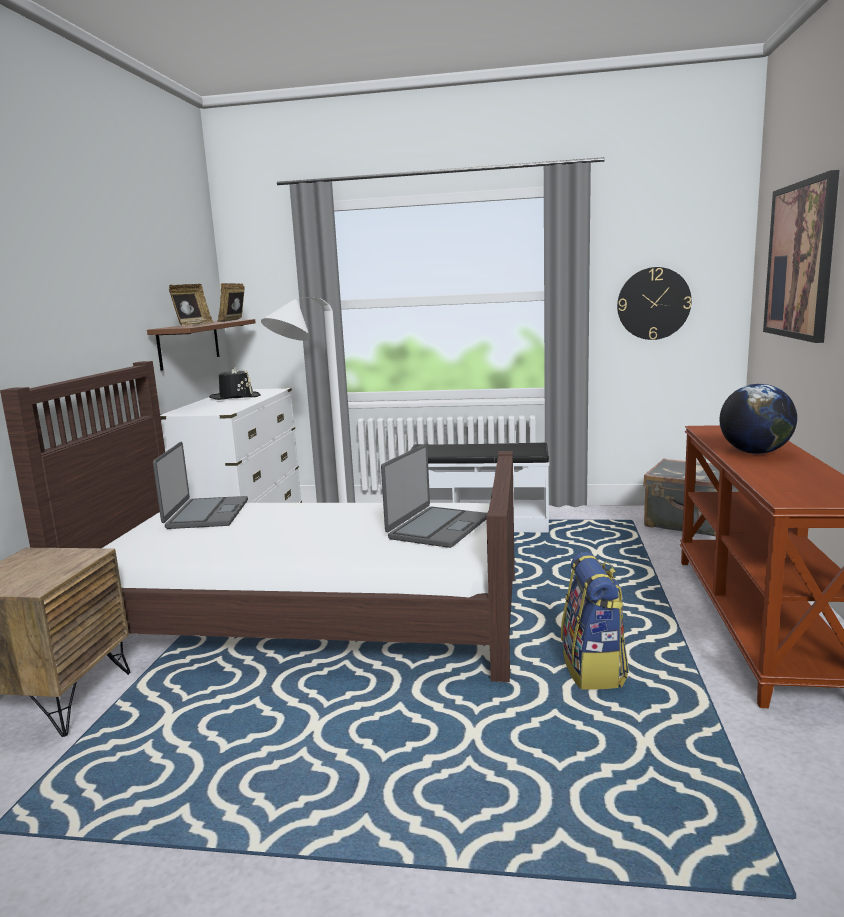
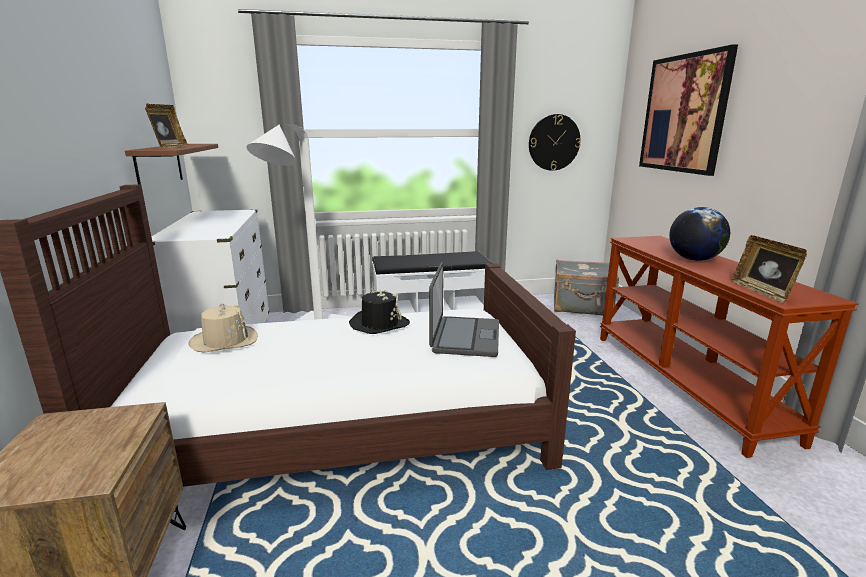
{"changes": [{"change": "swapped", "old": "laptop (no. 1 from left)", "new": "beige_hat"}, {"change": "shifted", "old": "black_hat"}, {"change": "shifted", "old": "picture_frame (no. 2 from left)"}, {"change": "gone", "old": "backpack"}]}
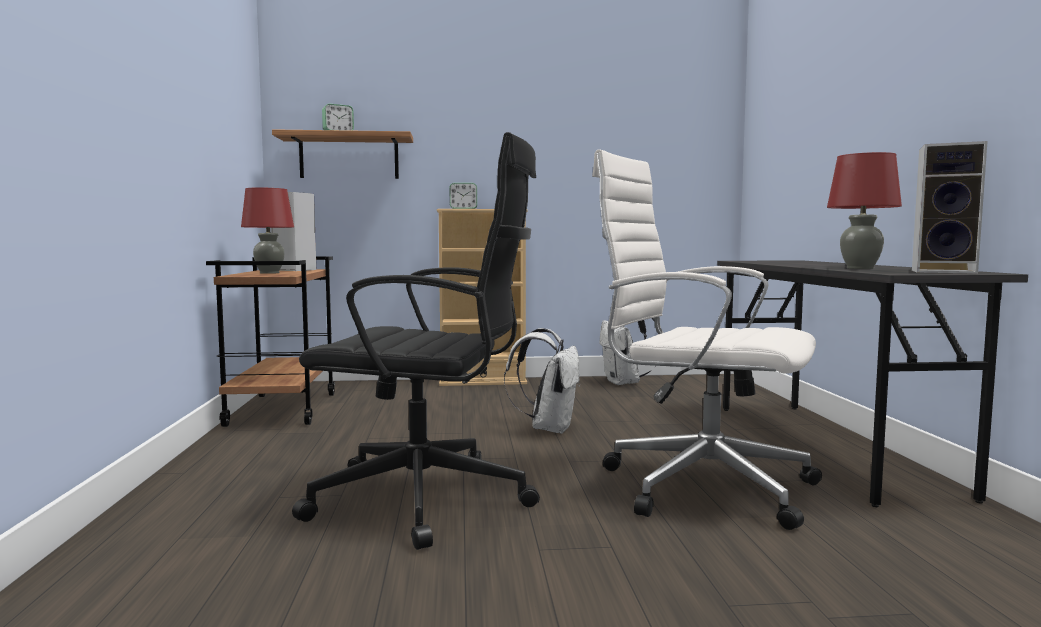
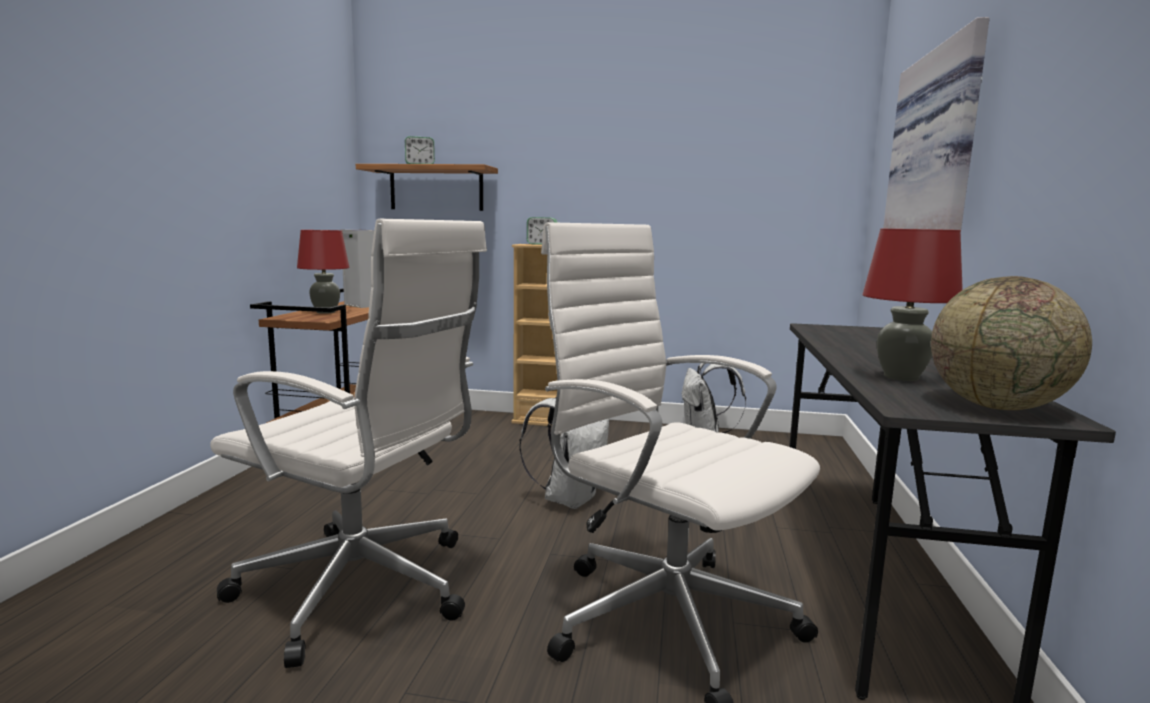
{"changes": [{"change": "repainted", "old": "black_office_chair", "new": "white_office_chair (no. 1 from left)"}, {"change": "new", "new": "picture"}, {"change": "swapped", "old": "speaker (no. 2 from left)", "new": "globe"}]}
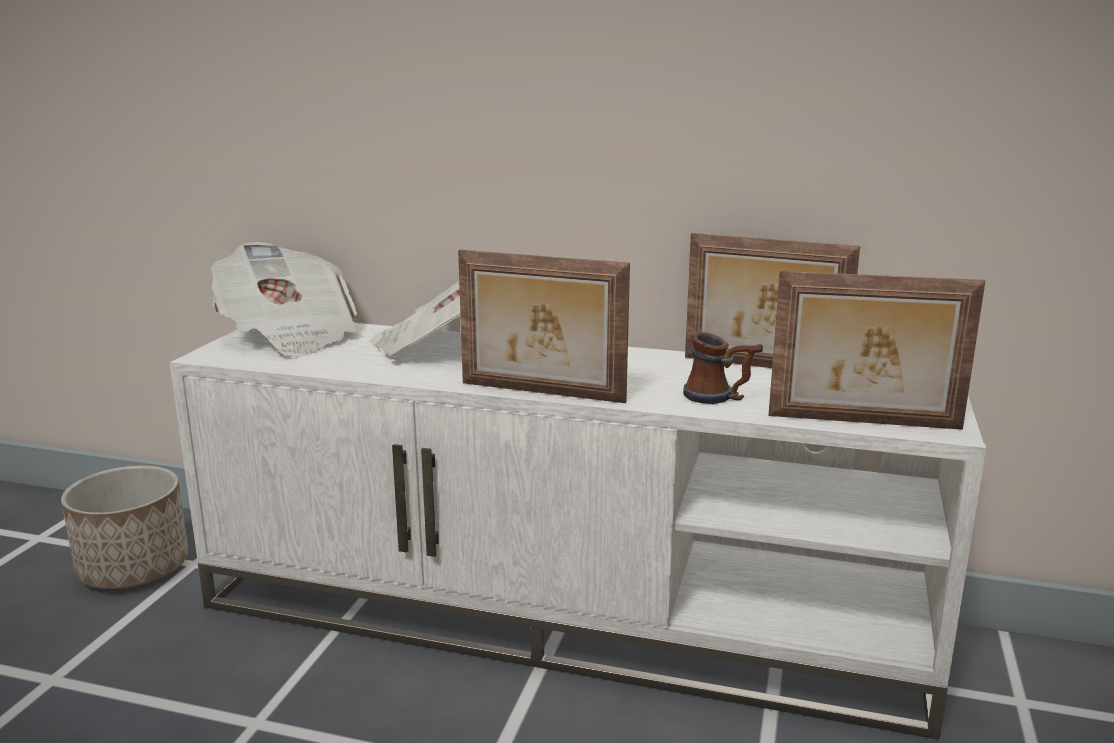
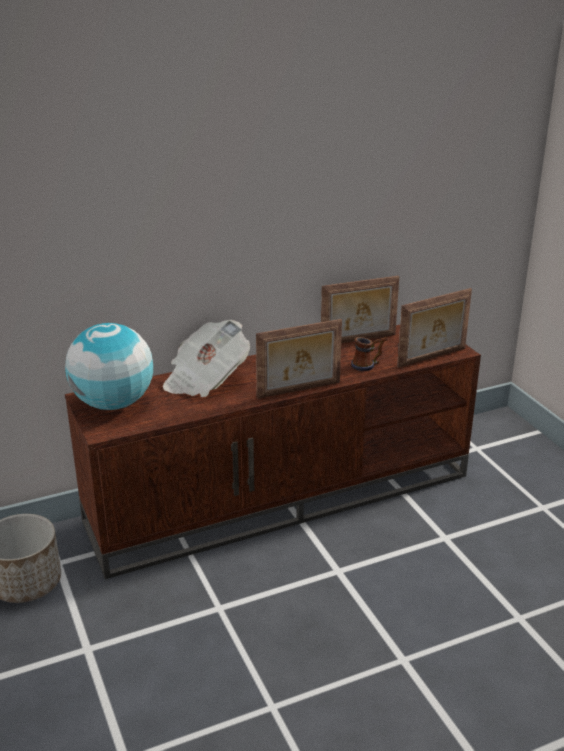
{"changes": [{"change": "swapped", "old": "newspaper (no. 1 from left)", "new": "globe"}, {"change": "repainted", "old": "white_tv_stand", "new": "brown_tv_stand"}]}
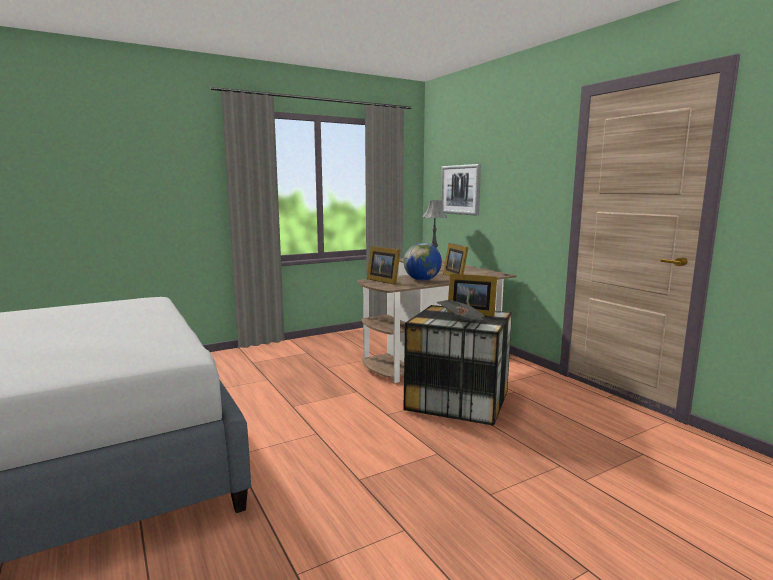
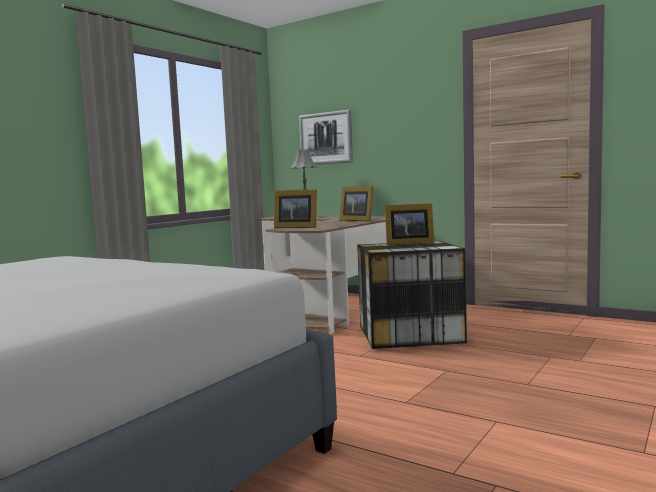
{"changes": [{"change": "gone", "old": "globe"}, {"change": "gone", "old": "newspaper"}]}
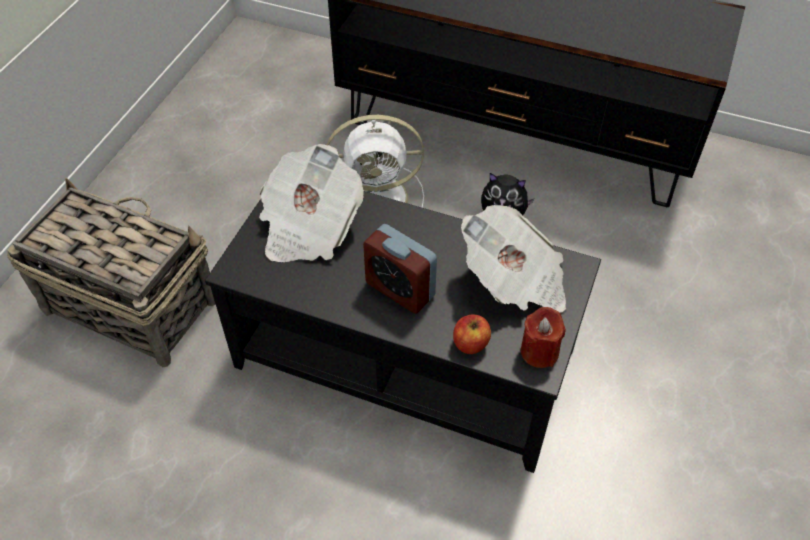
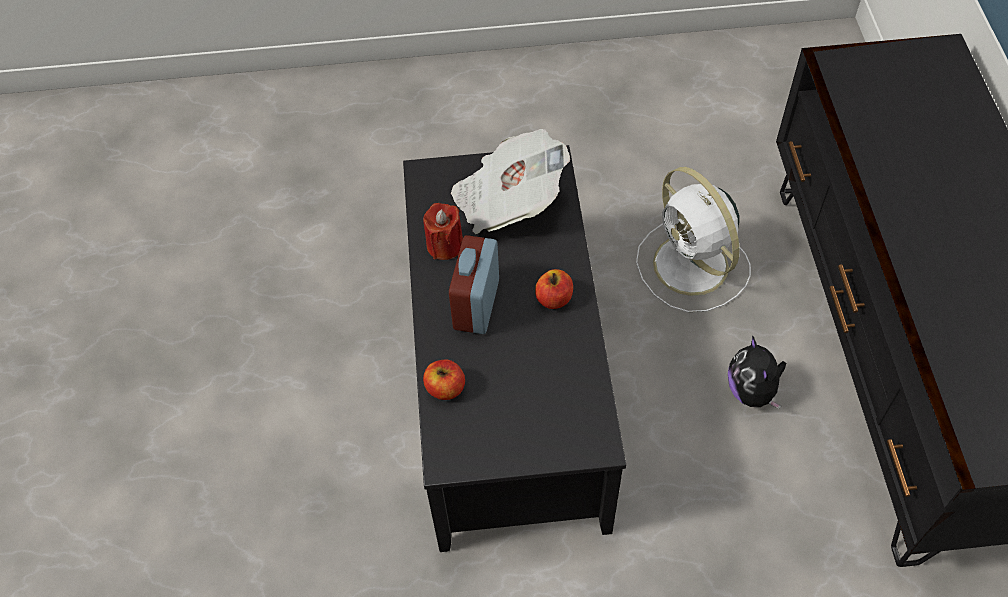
{"changes": [{"change": "shifted", "old": "red_candle"}, {"change": "new", "new": "apple (no. 2 from left)"}, {"change": "gone", "old": "basket"}, {"change": "gone", "old": "newspaper (no. 2 from left)"}]}
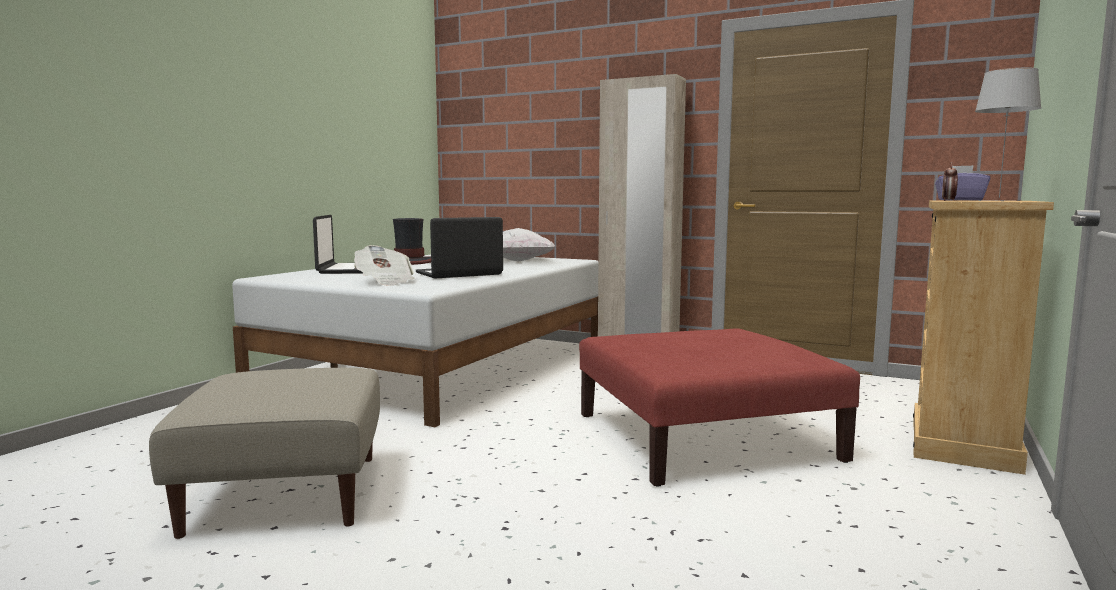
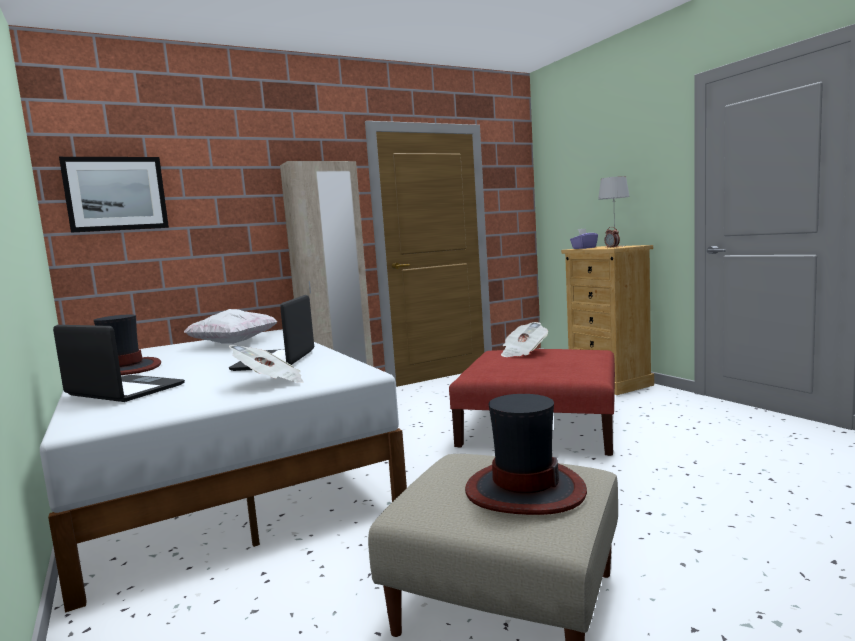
{"changes": [{"change": "new", "new": "picture"}, {"change": "new", "new": "hat (no. 2 from left)"}, {"change": "new", "new": "newspaper (no. 2 from left)"}]}
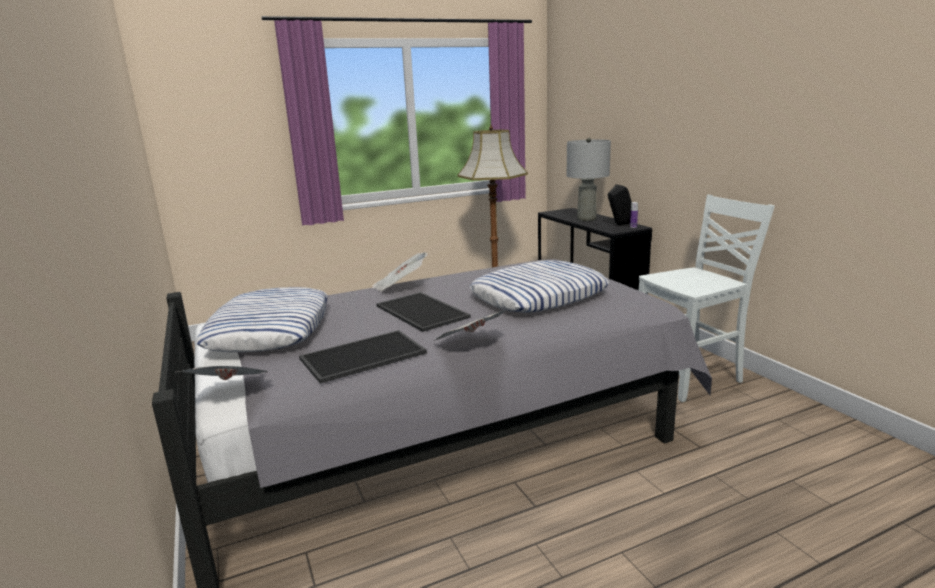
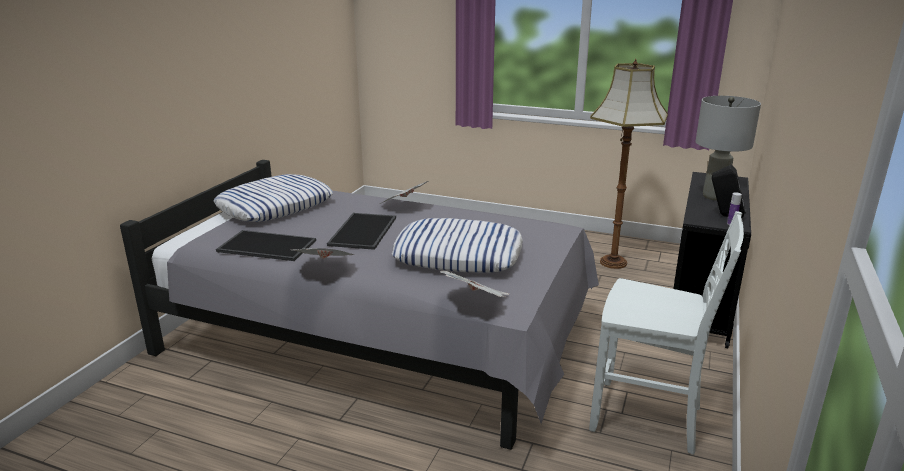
{"changes": [{"change": "shifted", "old": "newspaper (no. 1 from left in the first image)", "new": "newspaper (no. 3 from left)"}]}
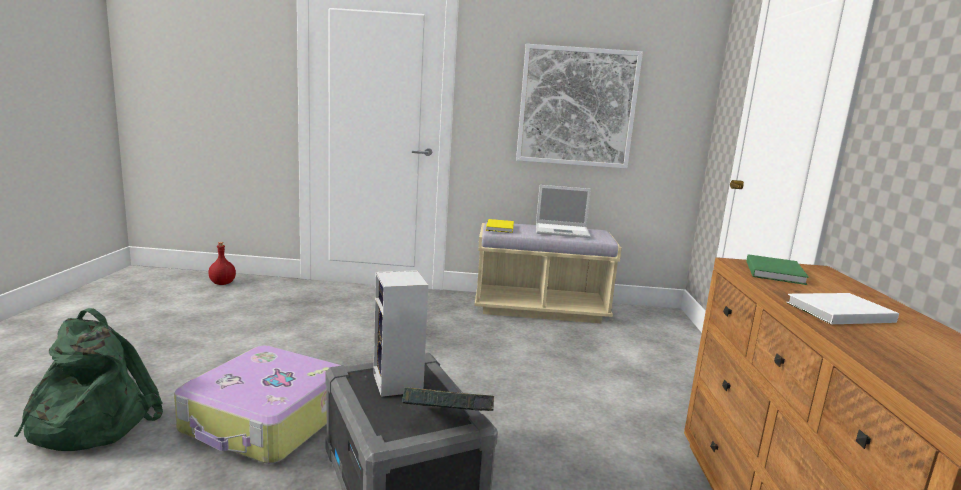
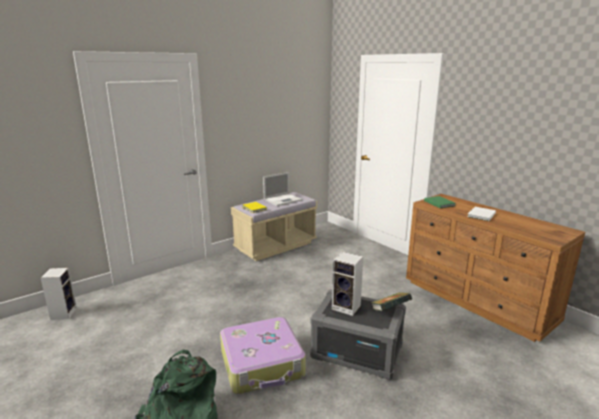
{"changes": [{"change": "swapped", "old": "red_bottle", "new": "speaker (no. 1 from left)"}, {"change": "gone", "old": "picture"}]}
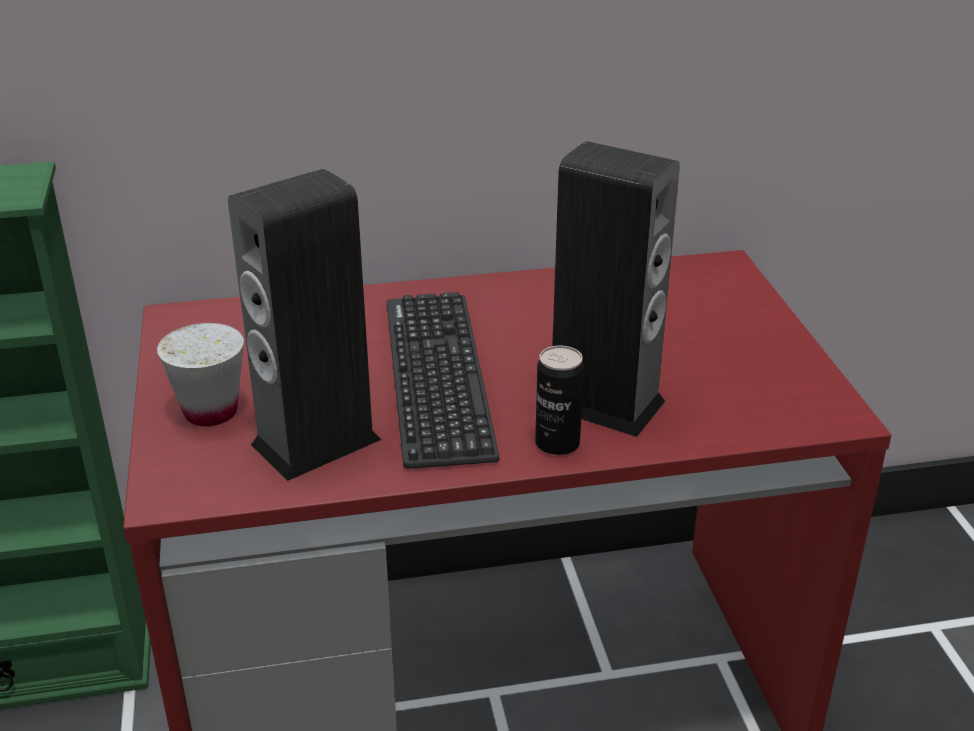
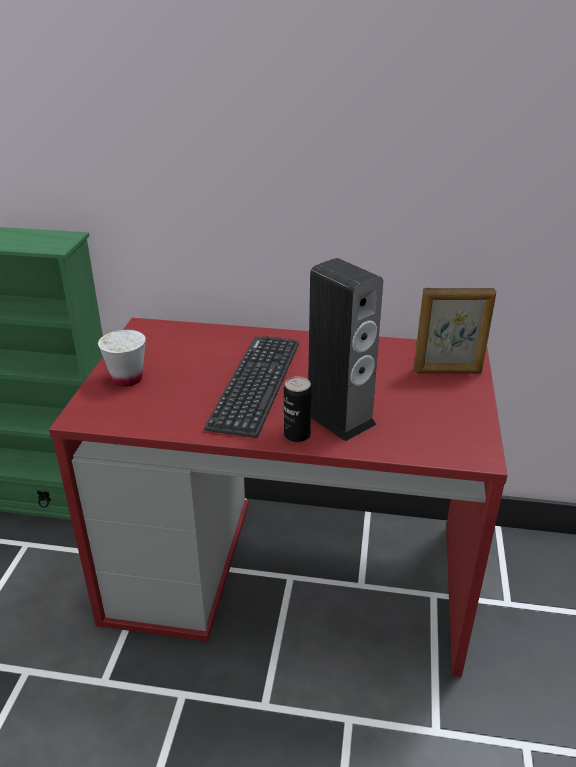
{"changes": [{"change": "new", "new": "picture_frame"}, {"change": "gone", "old": "speaker (no. 1 from left)"}]}
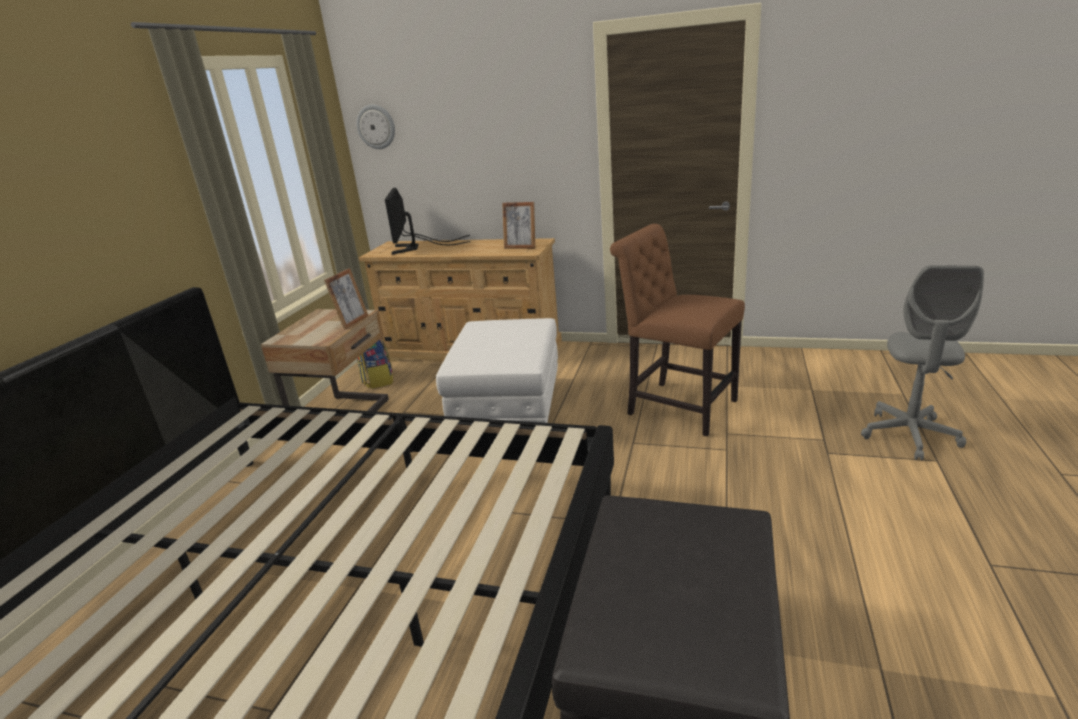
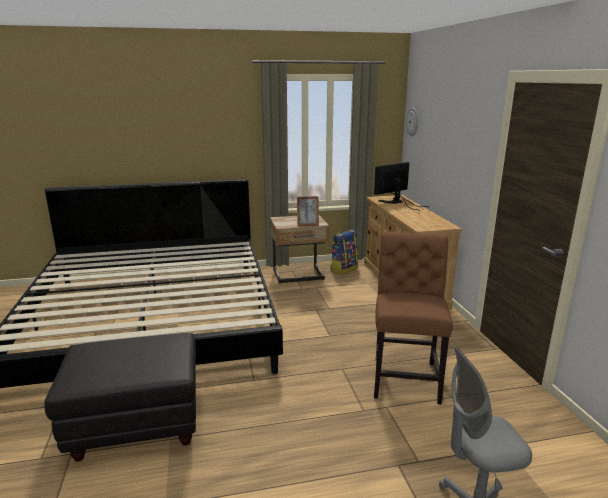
{"changes": [{"change": "gone", "old": "white_ottoman"}, {"change": "gone", "old": "picture_frame (no. 2 from left)"}]}
